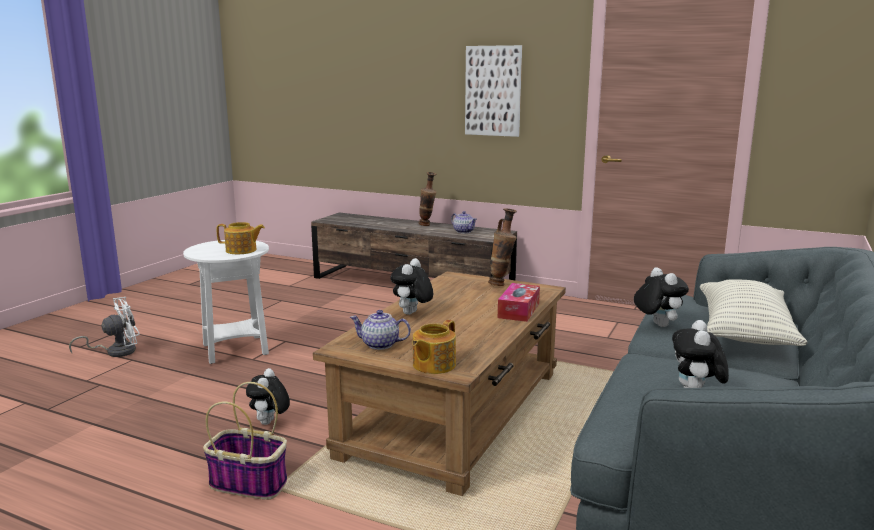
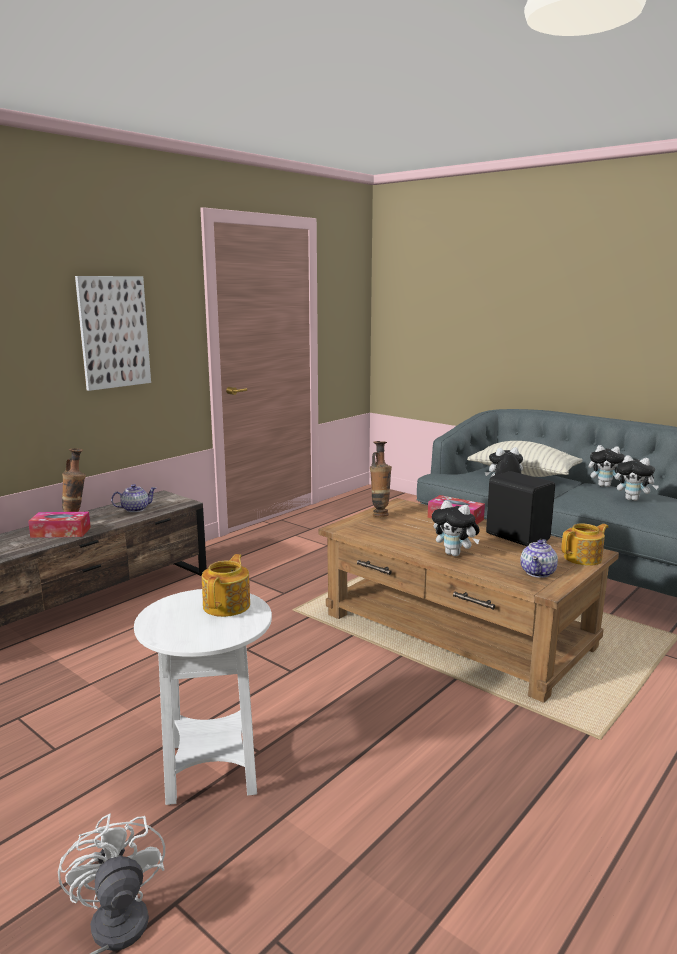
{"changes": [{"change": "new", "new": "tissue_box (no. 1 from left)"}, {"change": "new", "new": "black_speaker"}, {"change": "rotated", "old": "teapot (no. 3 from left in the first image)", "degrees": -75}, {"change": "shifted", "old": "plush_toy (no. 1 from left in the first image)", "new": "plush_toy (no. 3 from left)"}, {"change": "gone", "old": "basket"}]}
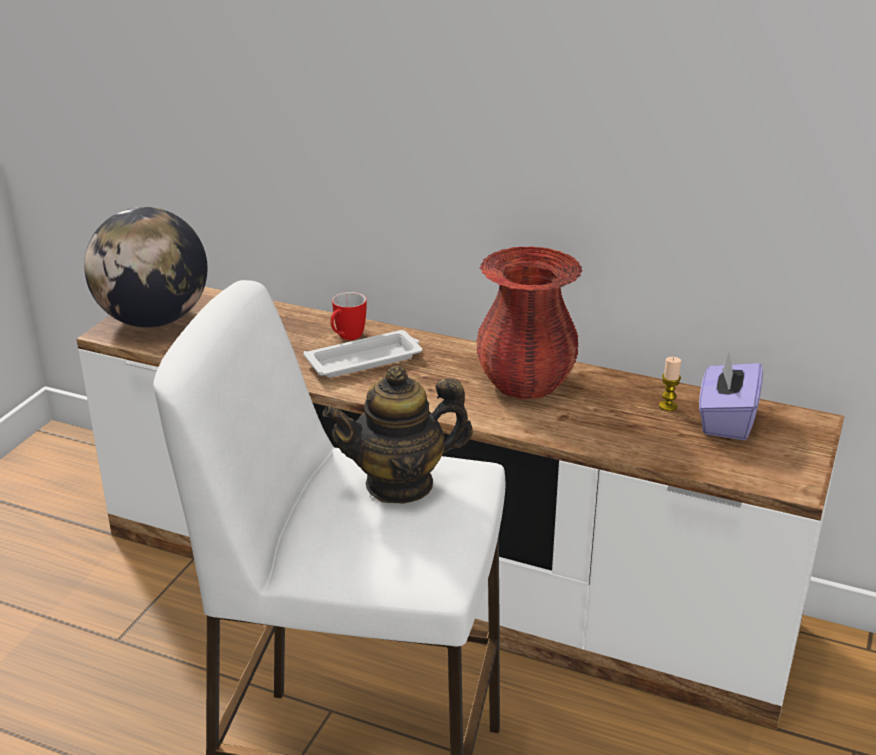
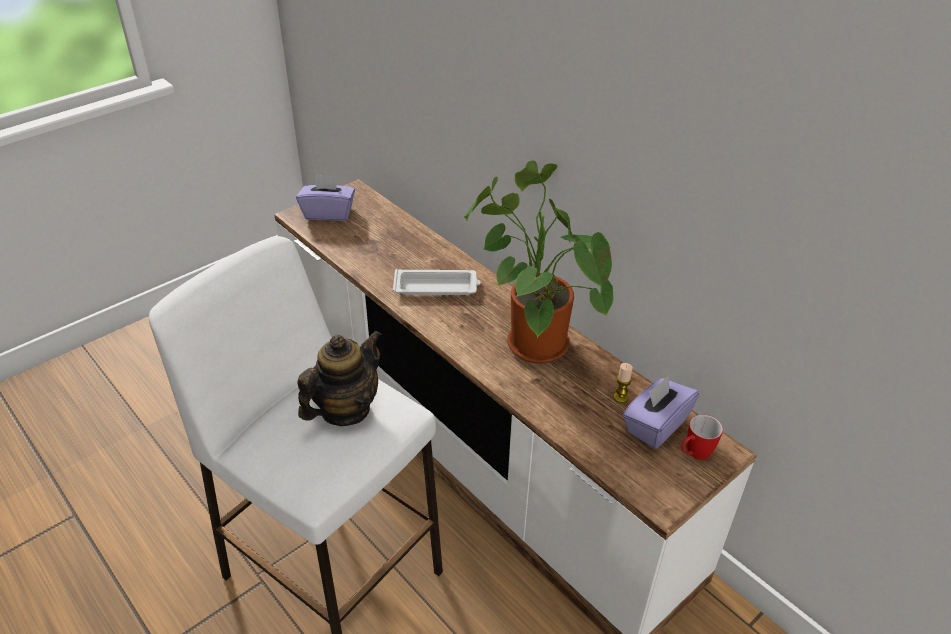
{"changes": [{"change": "swapped", "old": "globe", "new": "purple_tissue_box (no. 1 from left)"}, {"change": "rotated", "old": "teapot", "degrees": 120}, {"change": "swapped", "old": "red_vase", "new": "potted_plant"}, {"change": "shifted", "old": "mug"}]}
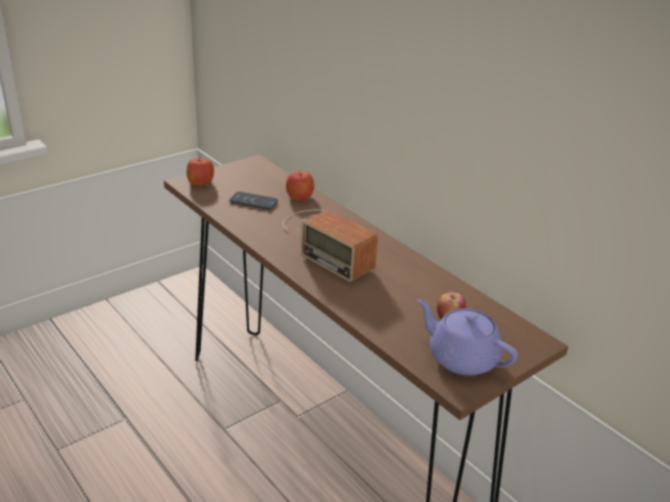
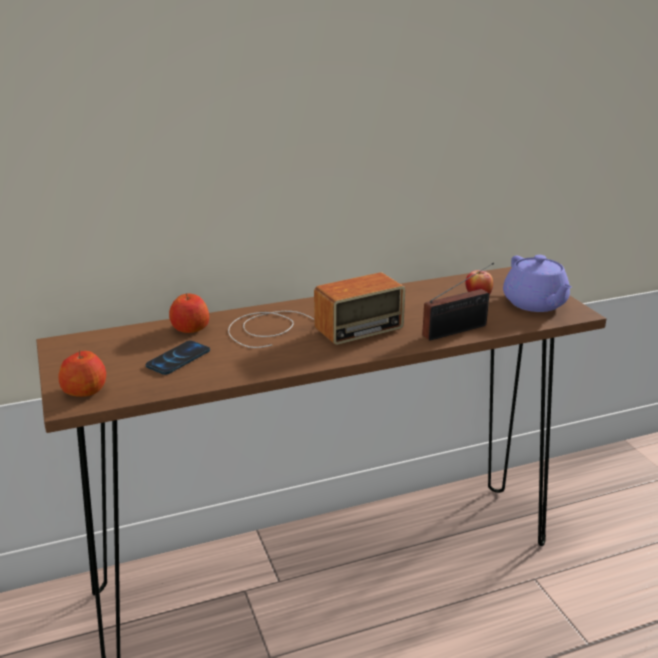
{"changes": [{"change": "new", "new": "radio (no. 2 from left)"}, {"change": "rotated", "old": "purple_teapot", "degrees": -75}]}
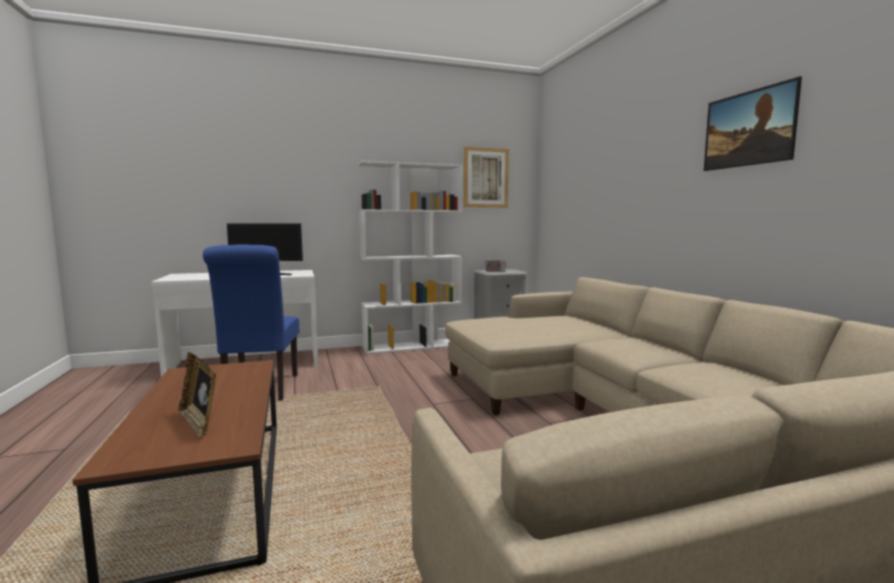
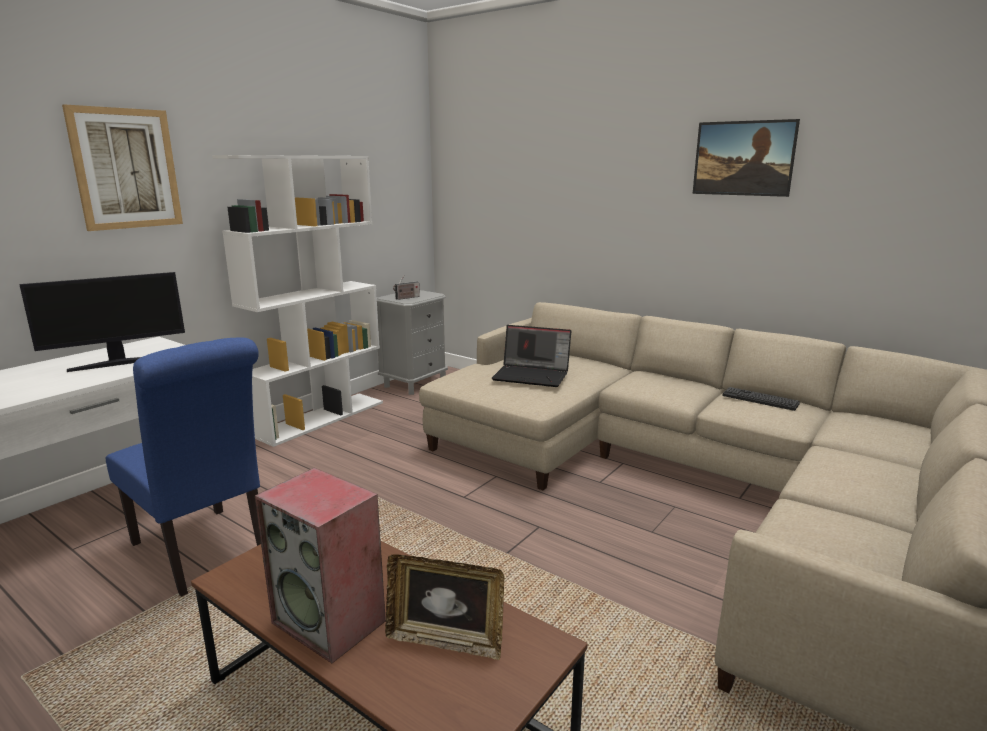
{"changes": [{"change": "shifted", "old": "picture (no. 1 from left)"}, {"change": "new", "new": "speaker"}, {"change": "new", "new": "laptop"}, {"change": "new", "new": "keyboard"}]}
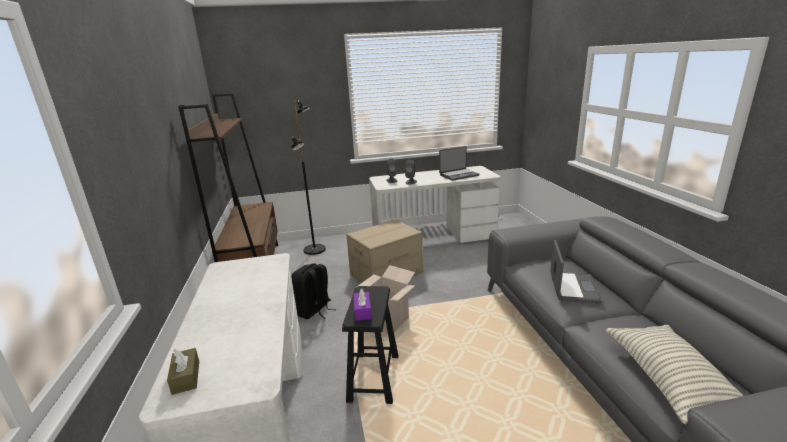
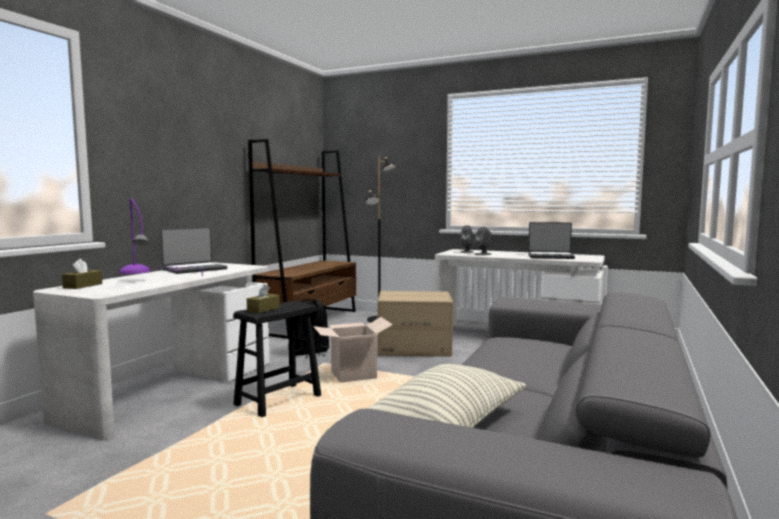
{"changes": [{"change": "new", "new": "purple_table_lamp"}, {"change": "shifted", "old": "laptop (no. 2 from left in the first image)", "new": "laptop (no. 1 from left)"}, {"change": "repainted", "old": "purple_tissue_box", "new": "brown_tissue_box (no. 2 from left)"}]}
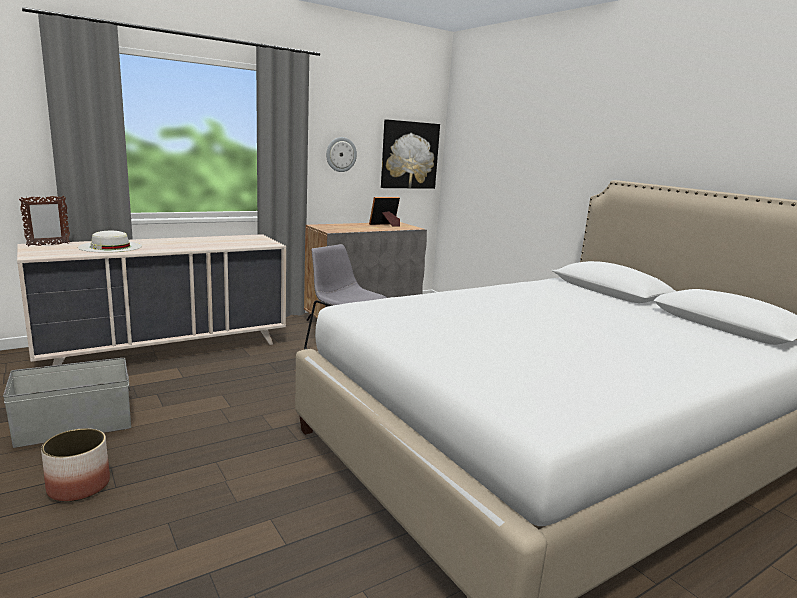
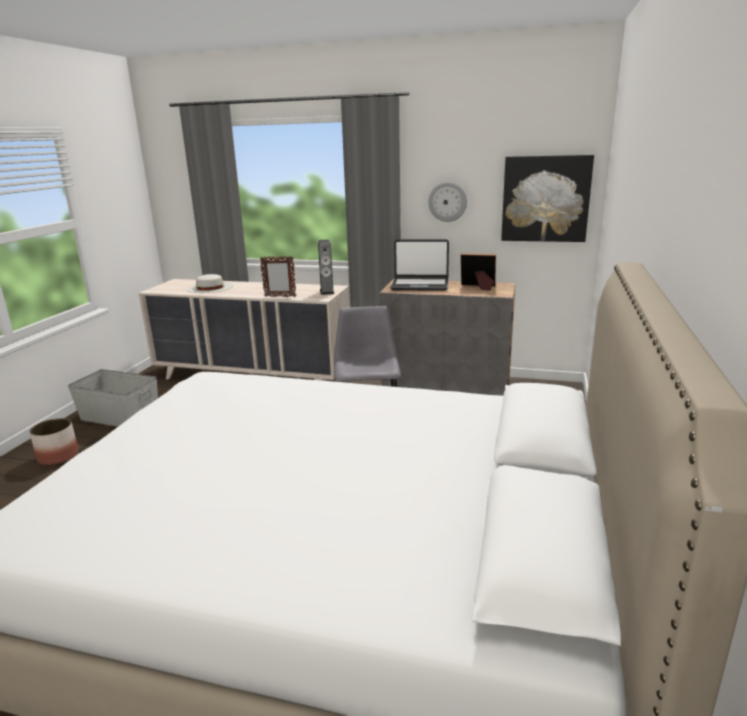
{"changes": [{"change": "shifted", "old": "picture_frame (no. 1 from left)"}, {"change": "new", "new": "speaker"}, {"change": "new", "new": "laptop"}]}
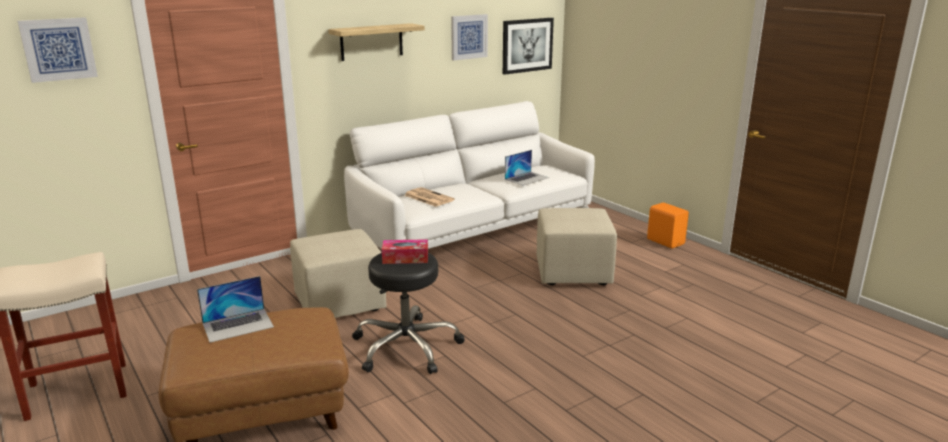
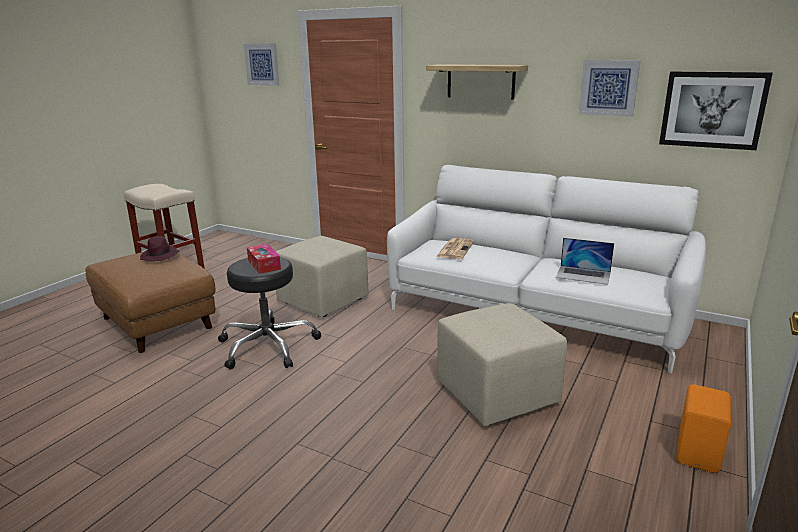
{"changes": [{"change": "swapped", "old": "laptop (no. 1 from left)", "new": "purple_hat"}]}
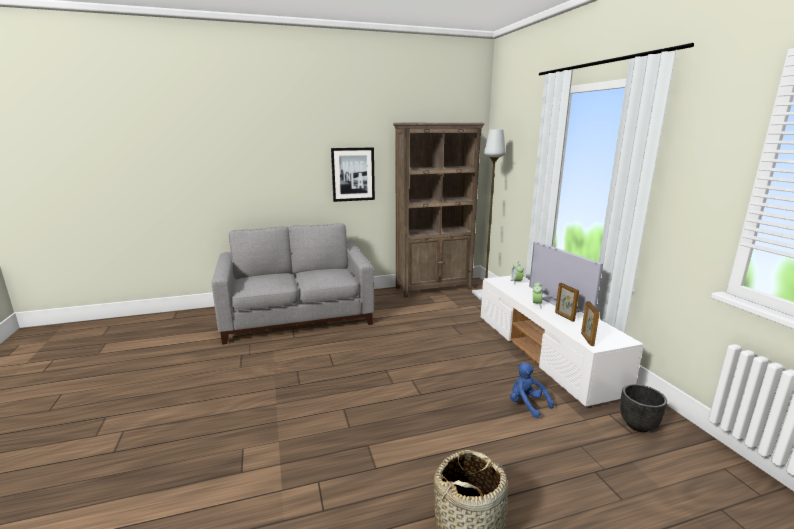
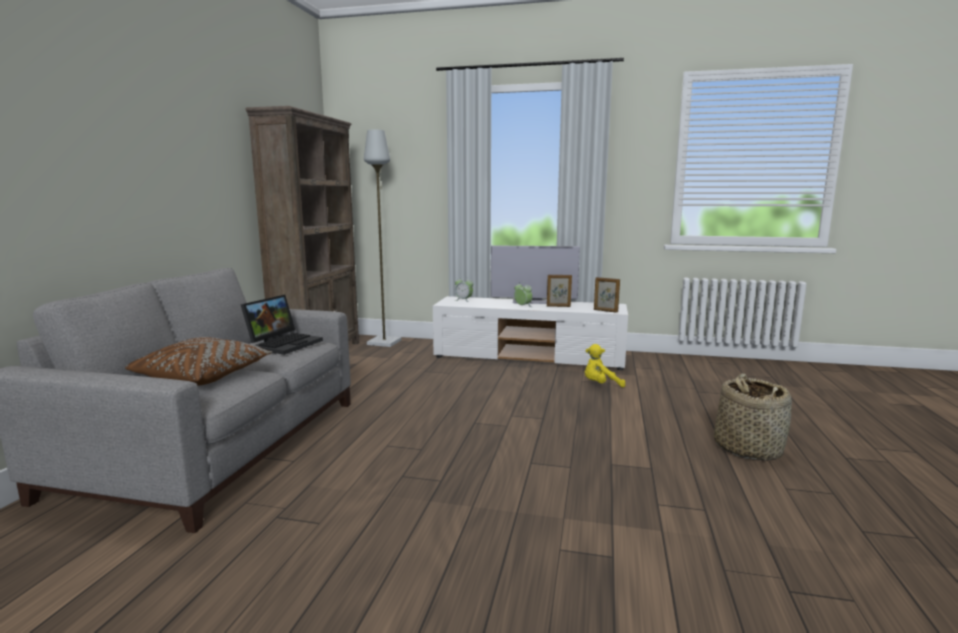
{"changes": [{"change": "new", "new": "brown_pillow"}, {"change": "new", "new": "laptop"}, {"change": "repainted", "old": "blue_plush_toy", "new": "yellow_plush_toy"}, {"change": "gone", "old": "picture"}, {"change": "gone", "old": "black_planter"}]}
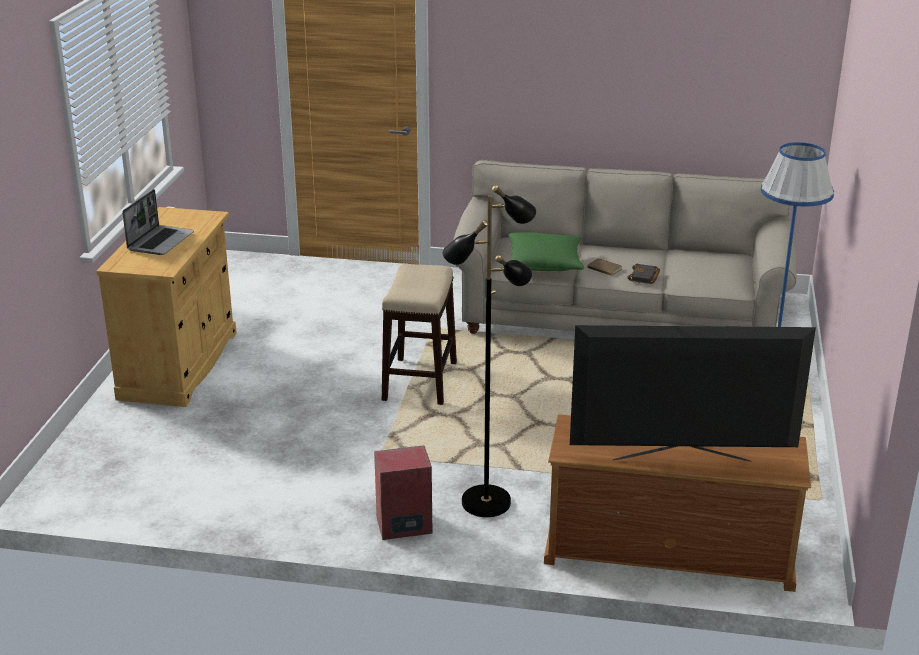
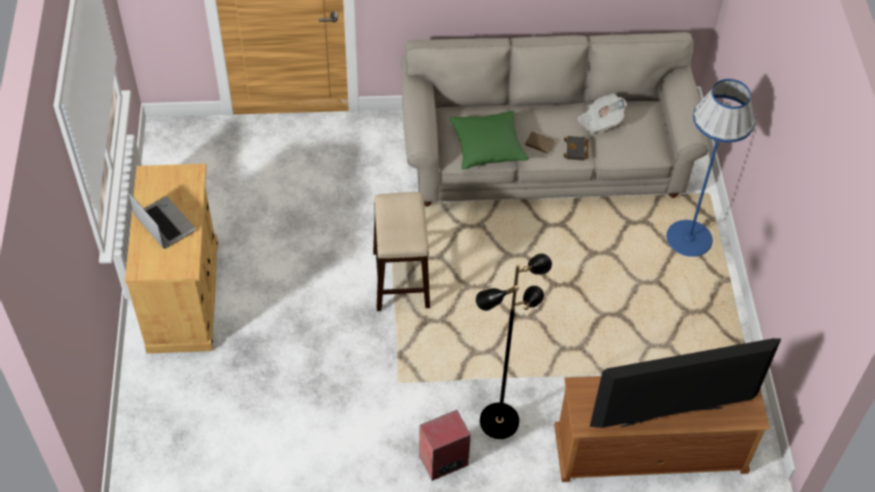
{"changes": [{"change": "rotated", "old": "laptop", "degrees": -45}, {"change": "new", "new": "newspaper"}]}
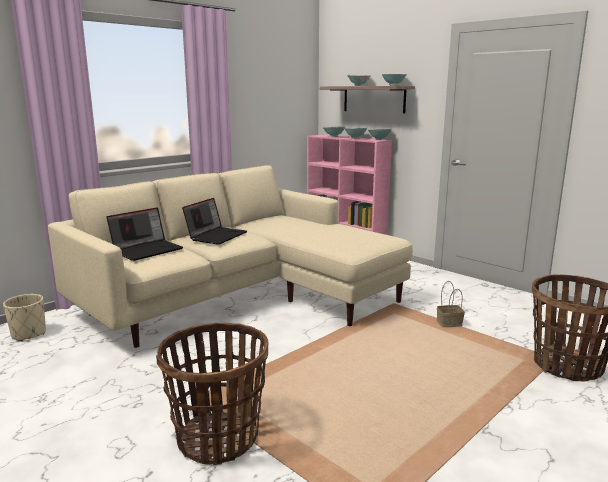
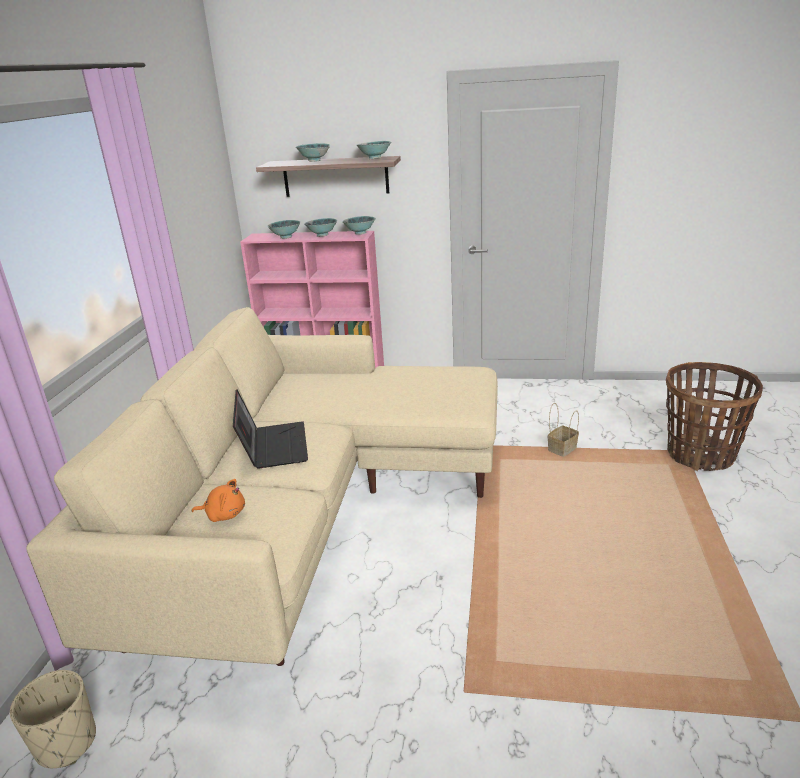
{"changes": [{"change": "swapped", "old": "laptop (no. 1 from left)", "new": "orange_plush_toy"}, {"change": "gone", "old": "basket (no. 1 from left)"}]}
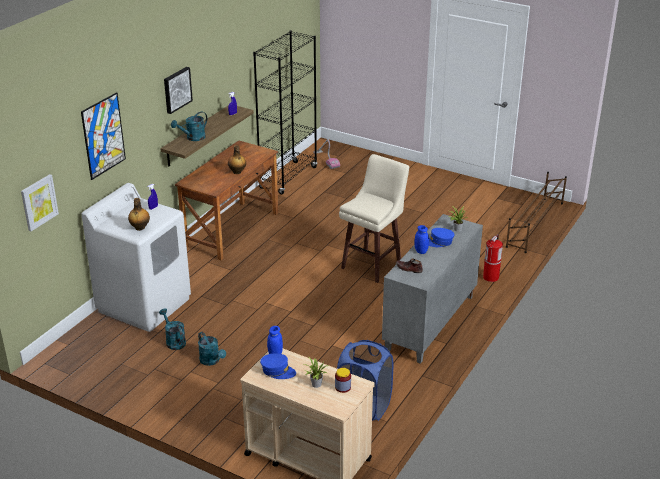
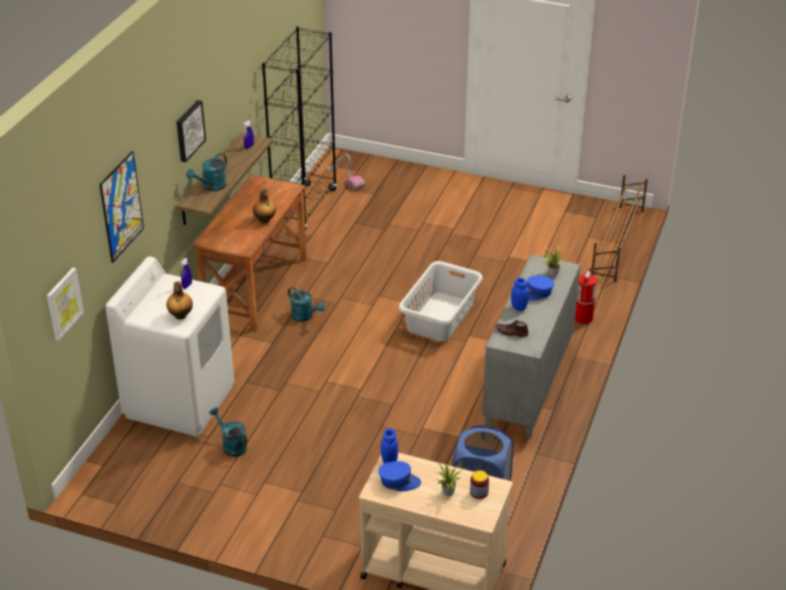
{"changes": [{"change": "shifted", "old": "turquoise_watering_can (no. 3 from left)"}, {"change": "swapped", "old": "beige_stool", "new": "grey_laundry_basket"}]}
